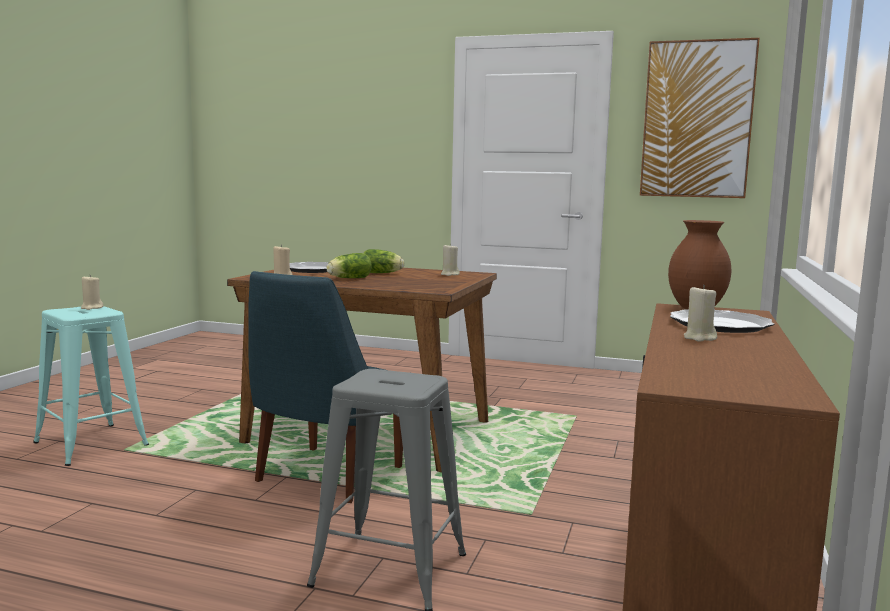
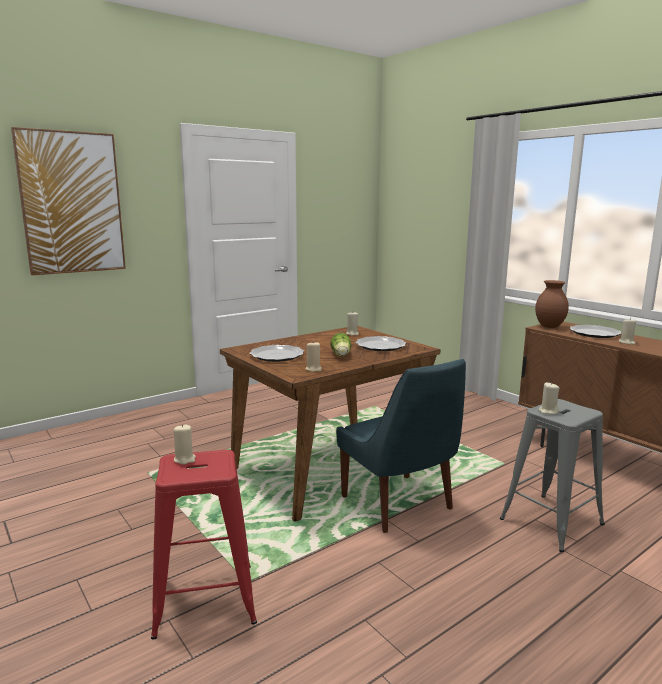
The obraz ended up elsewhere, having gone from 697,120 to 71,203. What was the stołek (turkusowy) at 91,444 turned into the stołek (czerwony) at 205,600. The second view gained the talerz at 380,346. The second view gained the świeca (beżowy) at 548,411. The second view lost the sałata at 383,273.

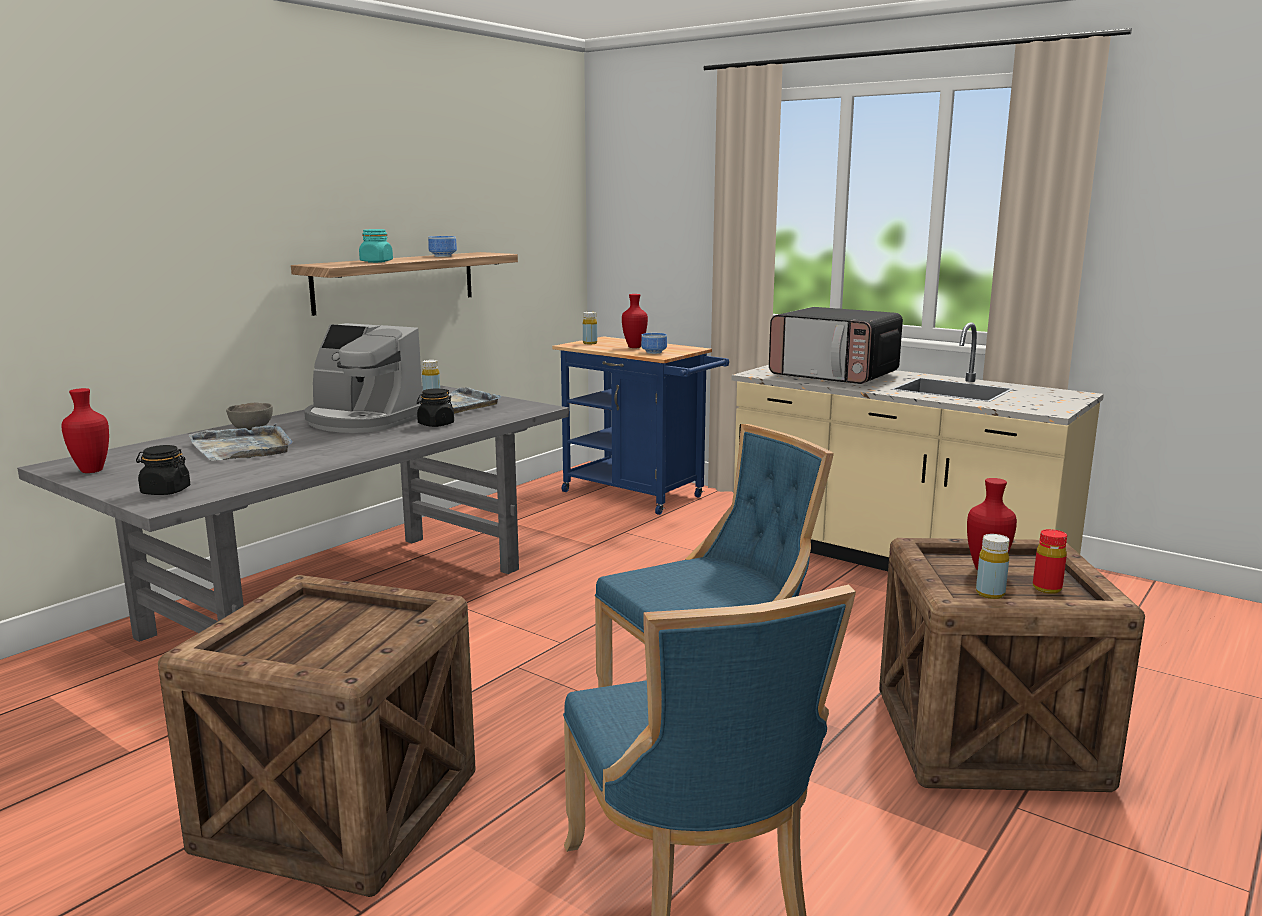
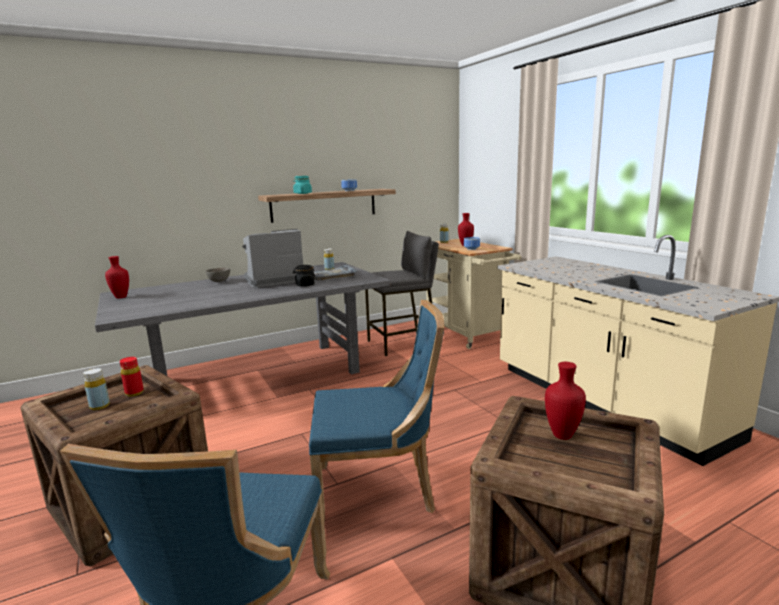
The butelka (żółty) ended up elsewhere, having gone from 990,594 to 100,406. The butelka (czerwony) ended up elsewhere, having gone from 1047,588 to 134,393. The ekspres do kawy at 362,420 ended up facing another way, 105 degrees clockwise from before. The second view gained the stołek (szary) at 402,343. What was the wózek (niebieski) at 640,495 turned into the wózek (beżowy) at 468,335. The second view lost the słoik (czarny) at 165,491. The second view lost the taca (szary) at 243,447. The second view lost the mikrofalówka at 834,375.

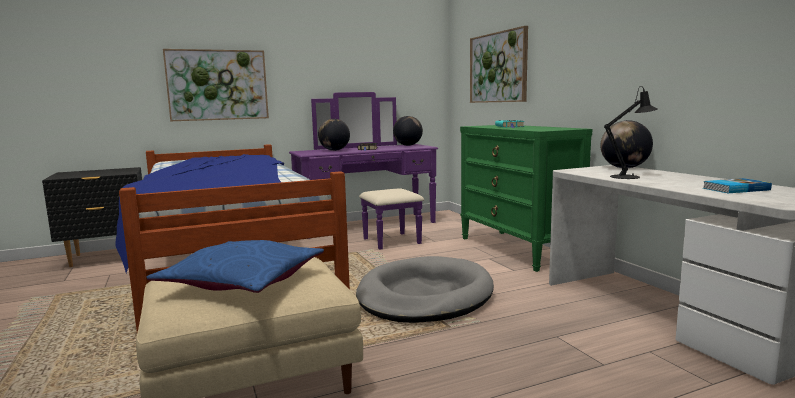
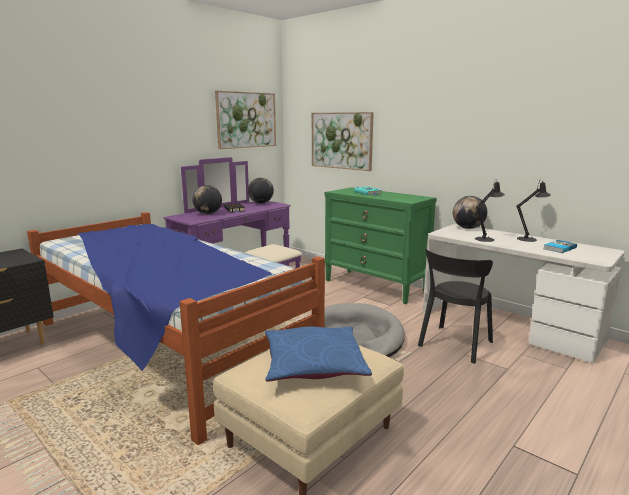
The obraz ended up elsewhere, having gone from 217,85 to 246,120. The second view gained the krzesło (czarny) at 454,345. The second view gained the lampa stołowa (czarny) at 529,239.

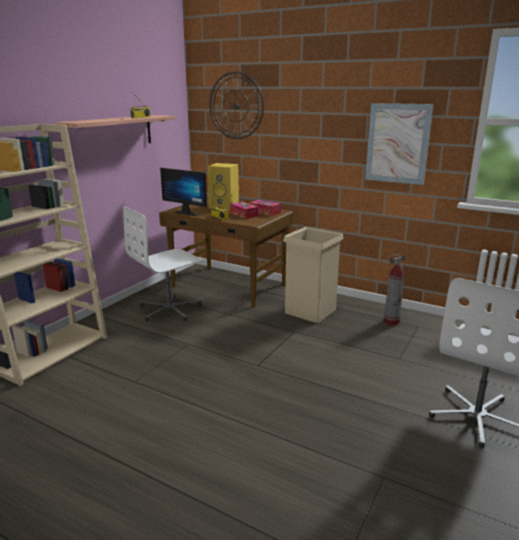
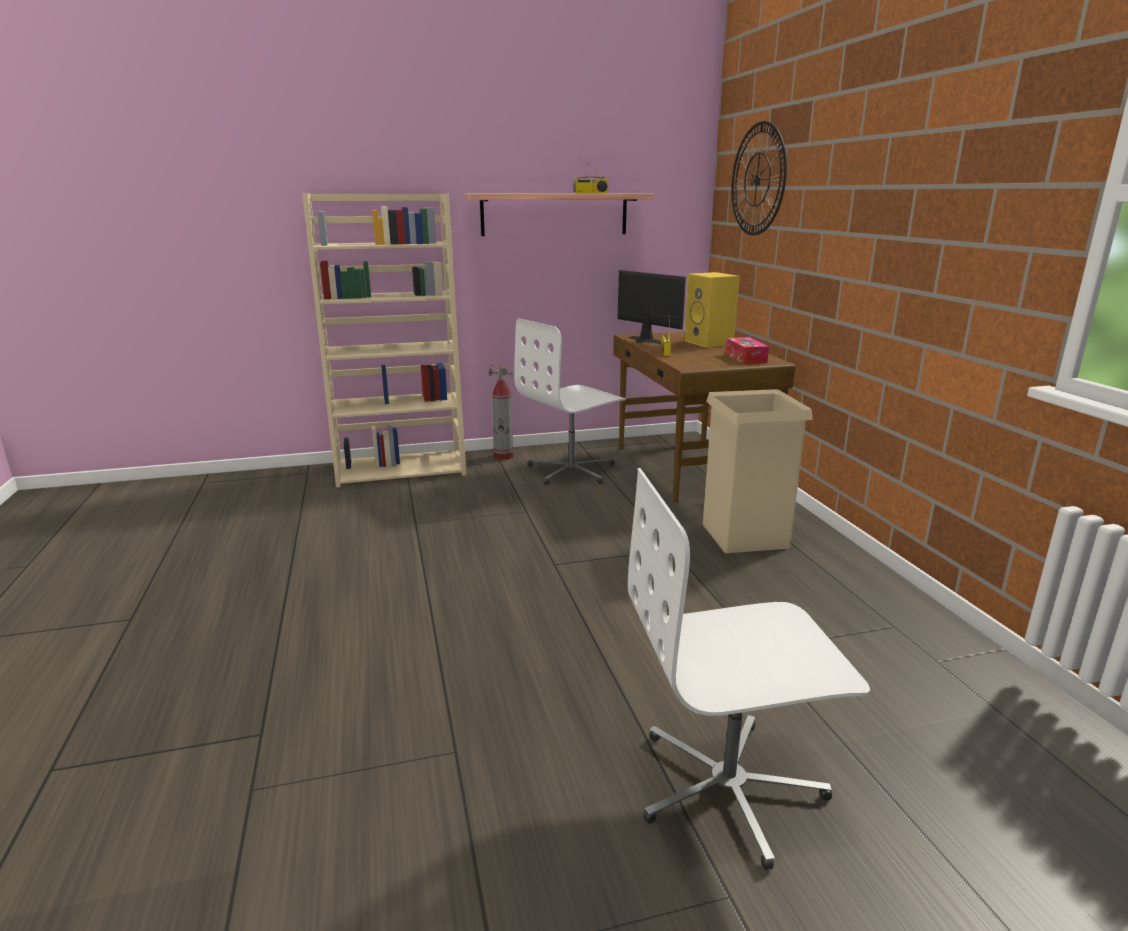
The gaśnica ended up elsewhere, having gone from 391,321 to 503,456. The krzesło biurowe (biały) at 170,309 ended up facing another way, 45 degrees counterclockwise from before. The monitor at 188,213 ended up facing another way, 150 degrees clockwise from before. The second view lost the pudełko chusteczek at 244,214. The second view lost the obraz at 397,143.

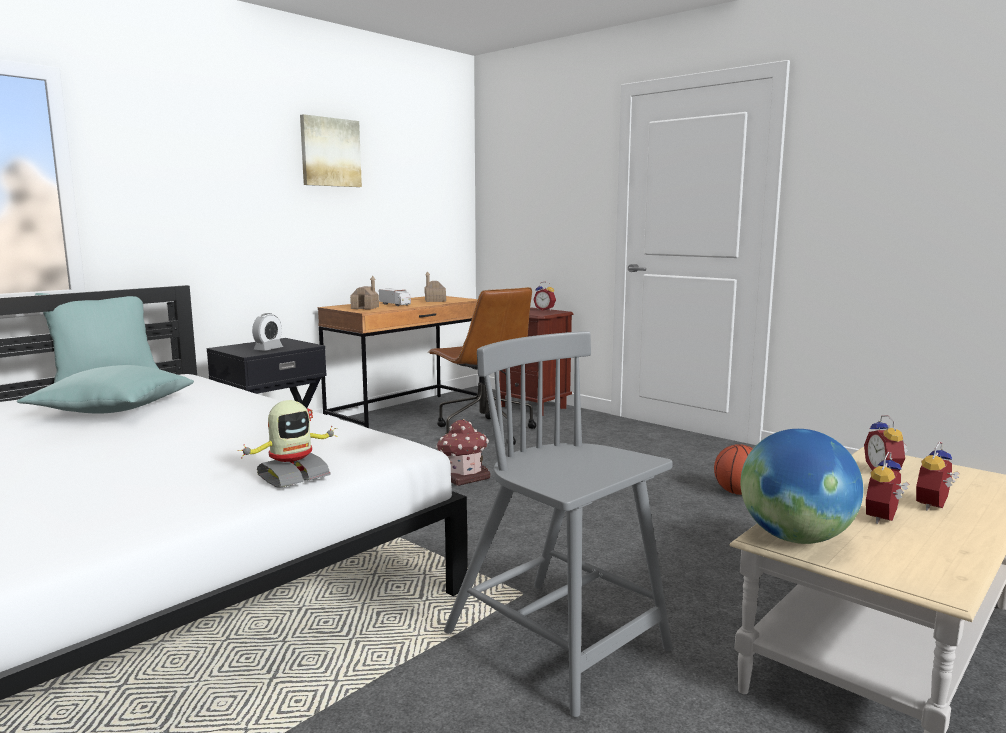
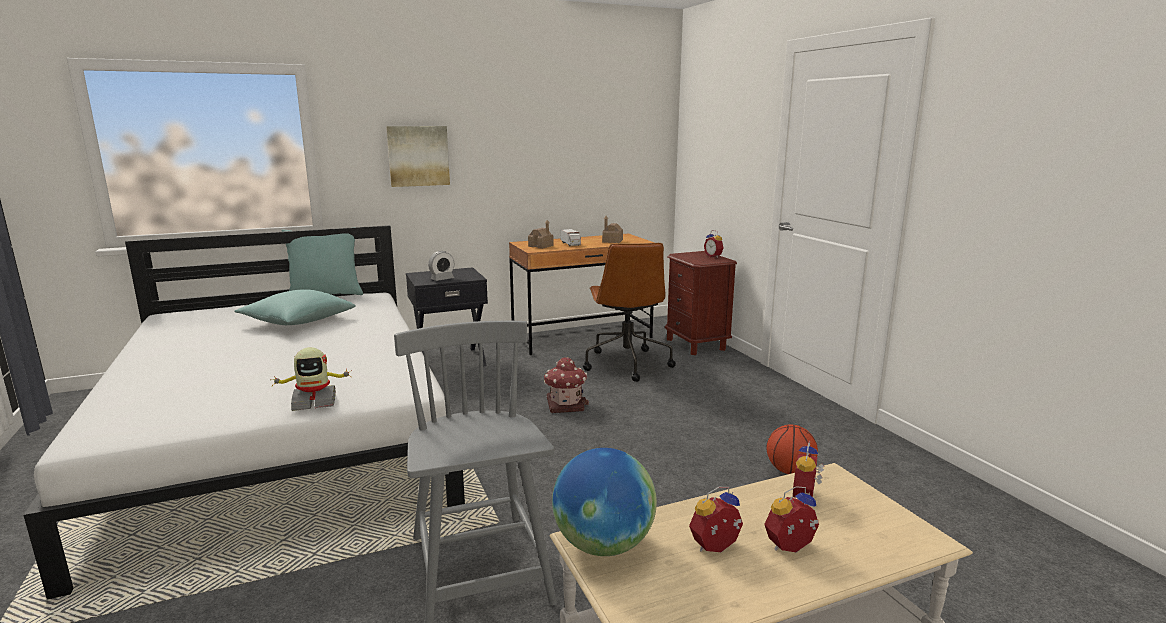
The obraz ended up elsewhere, having gone from 330,152 to 418,156.

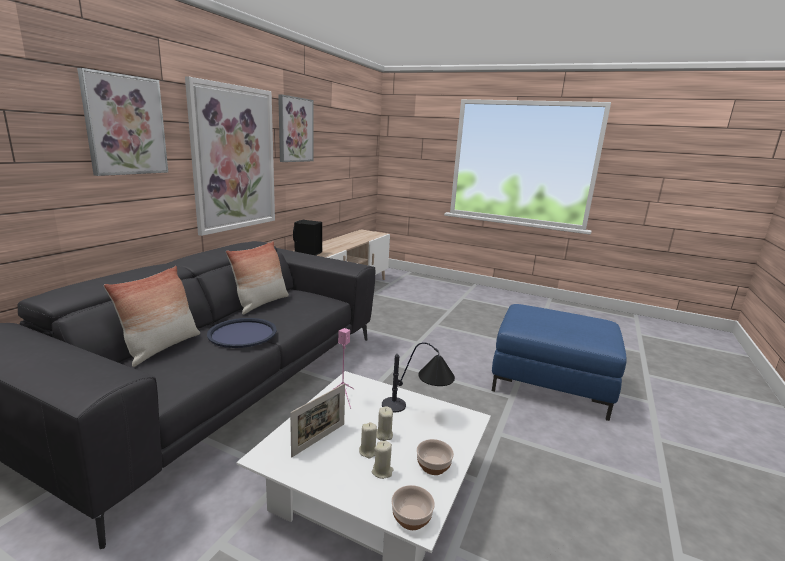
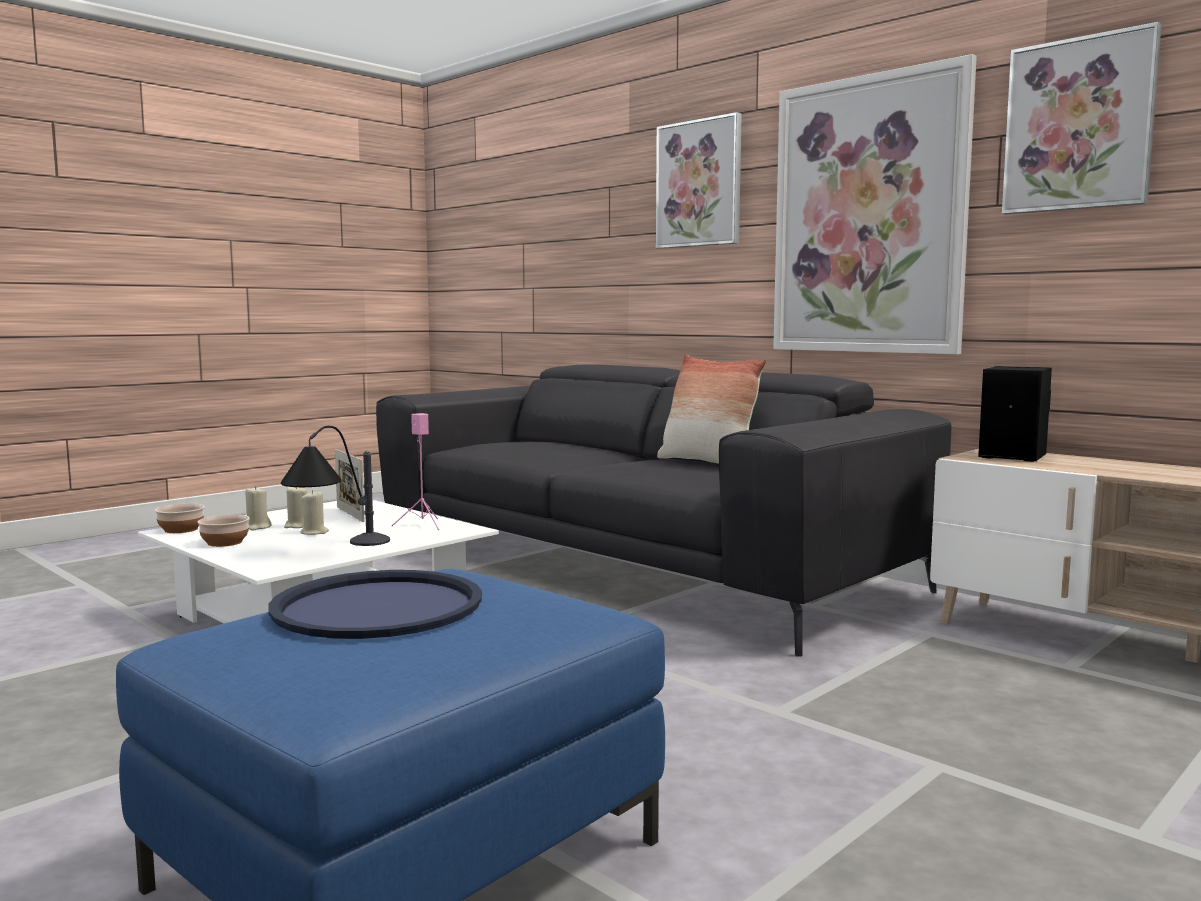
The taca (niebieski) ended up elsewhere, having gone from 242,333 to 377,607. The second view lost the poduszka at 162,347.

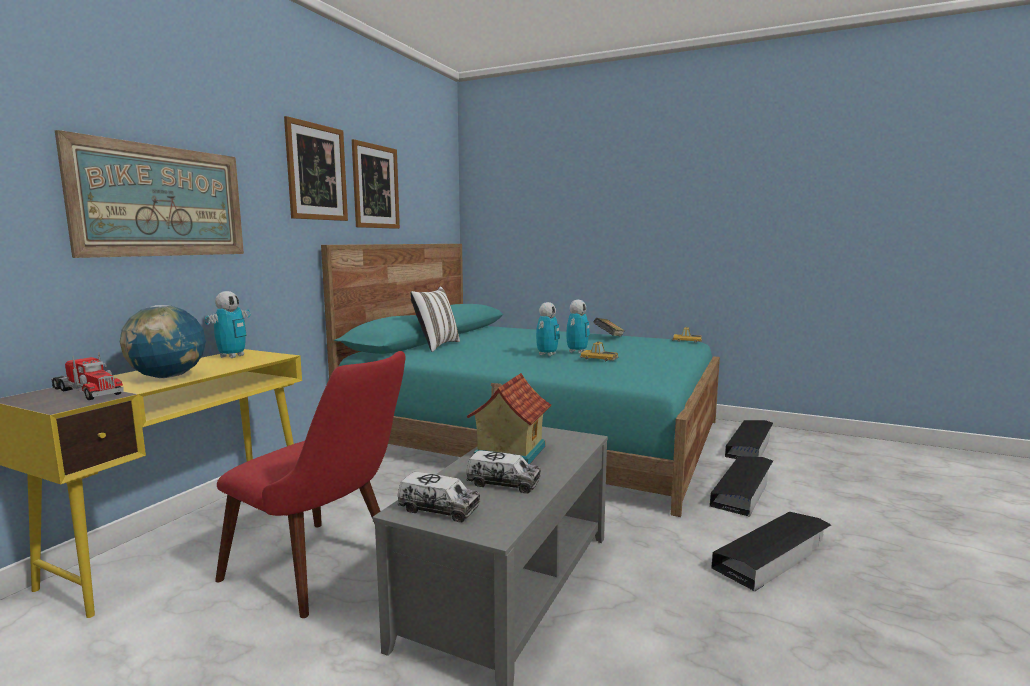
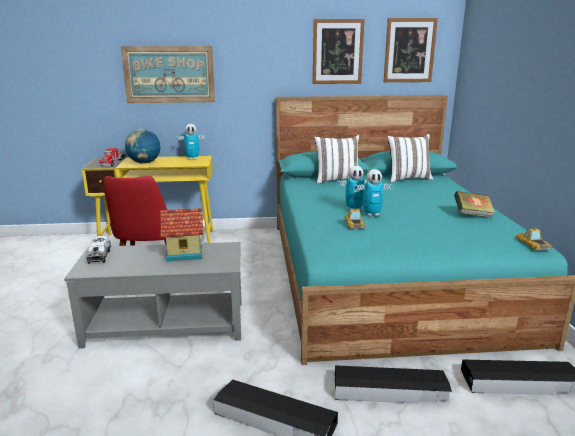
The obraz ended up elsewhere, having gone from 316,172 to 409,50. The second view gained the poduszka (biały) at 407,179. The second view lost the ciężarówka zabawkowa at 503,483.

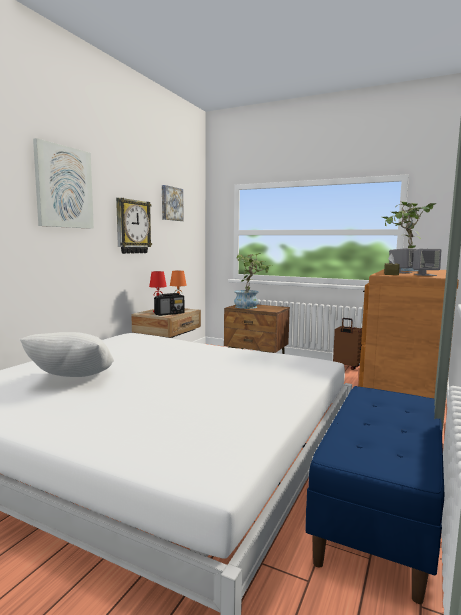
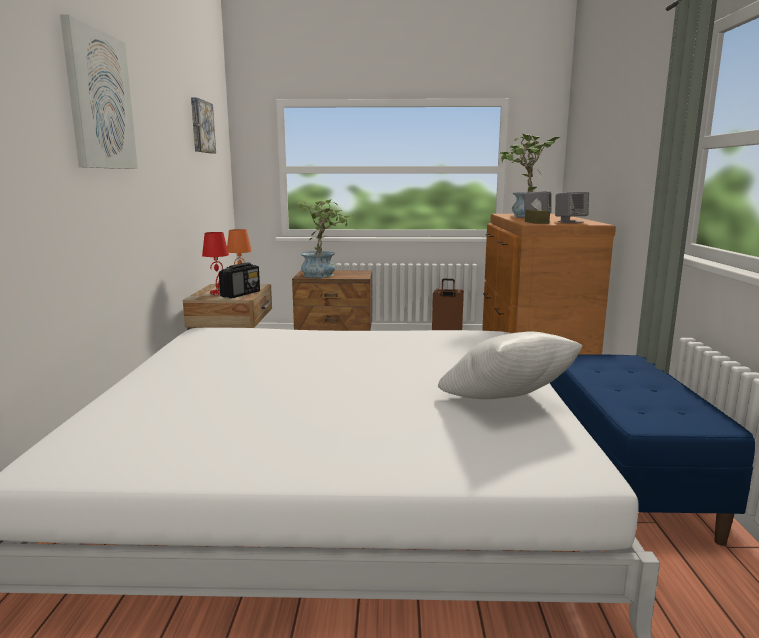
The poduszka (biały) ended up elsewhere, having gone from 72,380 to 507,402. The second view lost the zegar ścienny at 132,227.

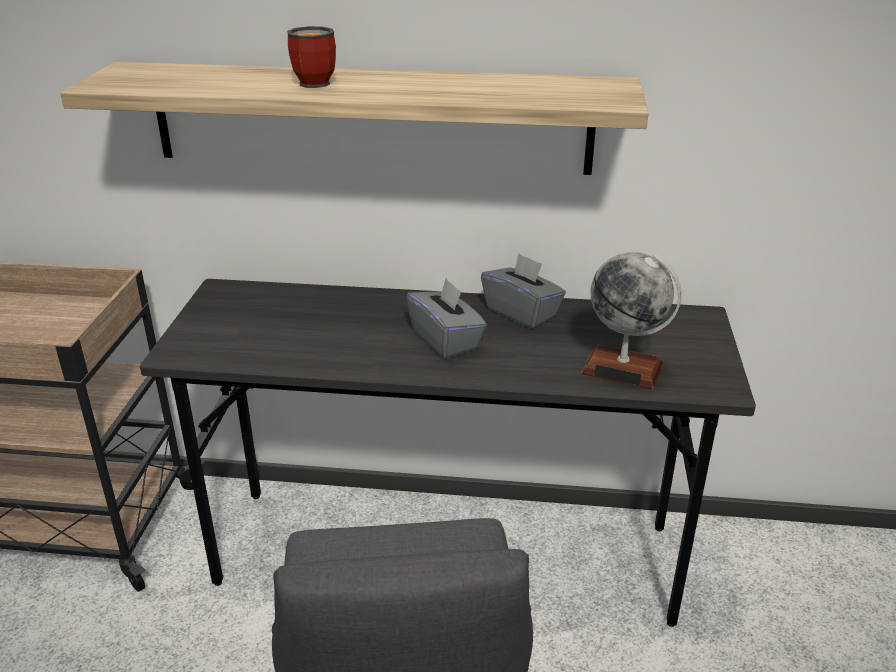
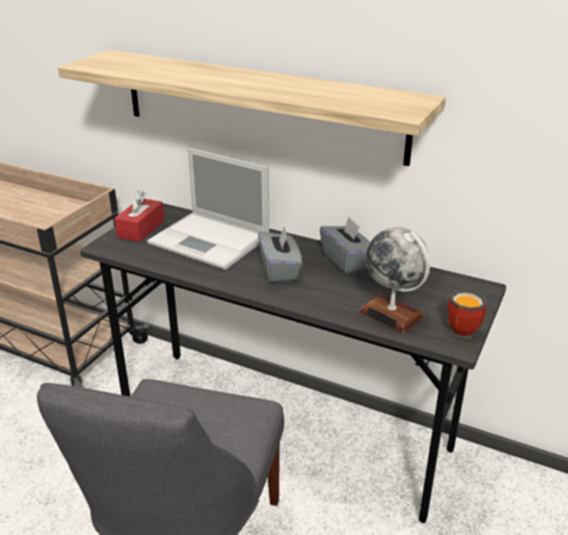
The second view gained the pudełko chusteczek (czerwony) at 141,229. The second view gained the laptop at 211,240. The kubek ended up elsewhere, having gone from 314,82 to 462,327.

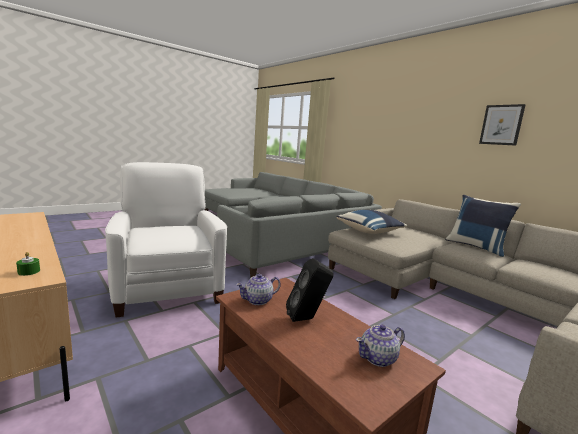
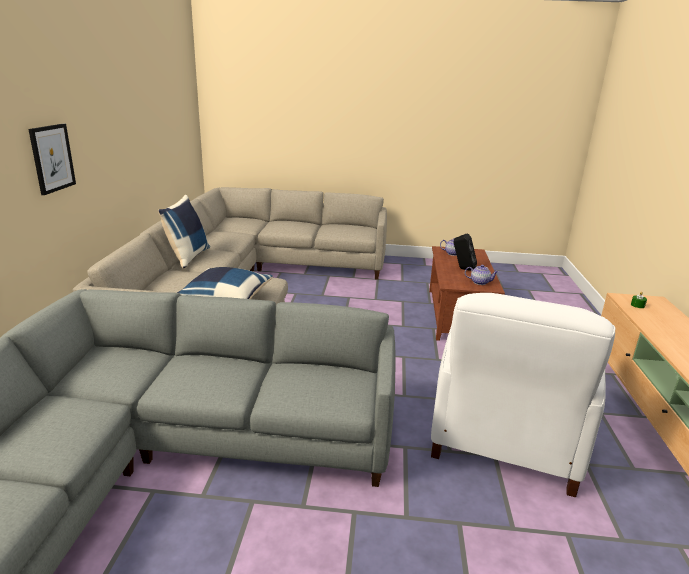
The obraz ended up elsewhere, having gone from 501,125 to 52,158.

